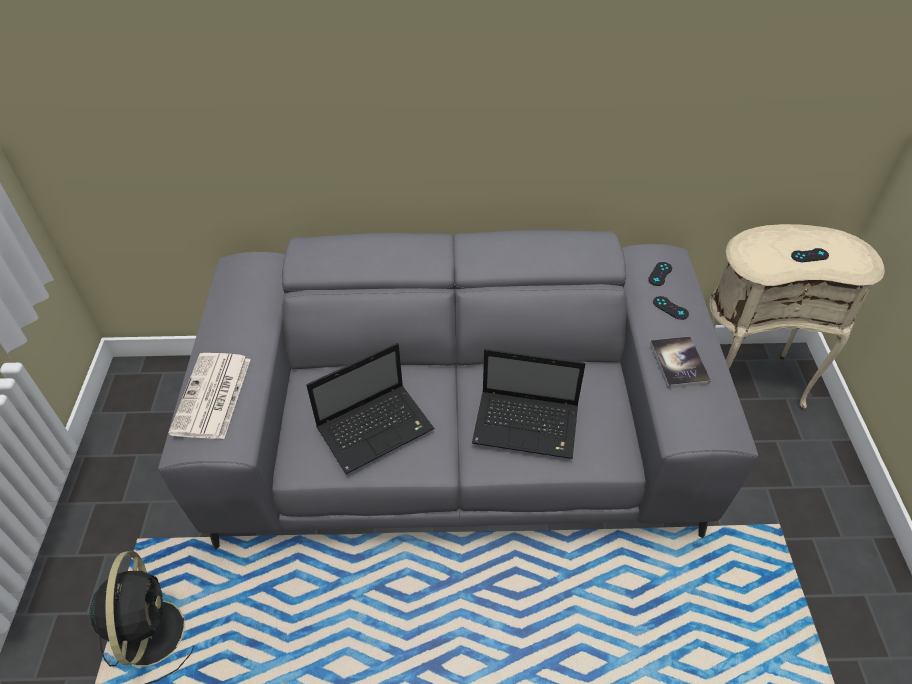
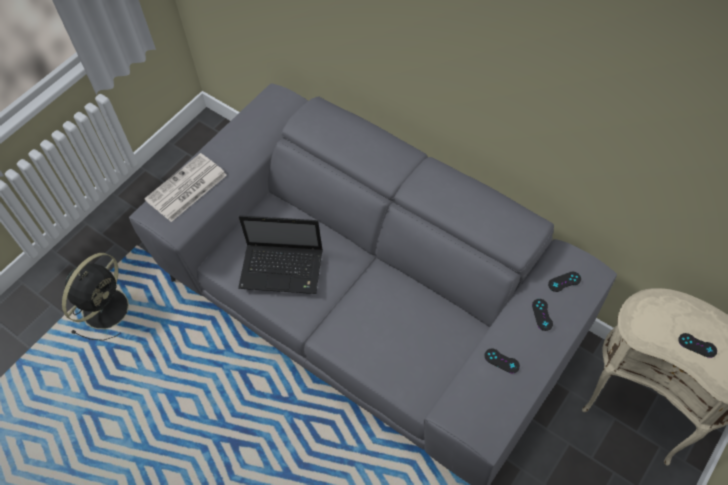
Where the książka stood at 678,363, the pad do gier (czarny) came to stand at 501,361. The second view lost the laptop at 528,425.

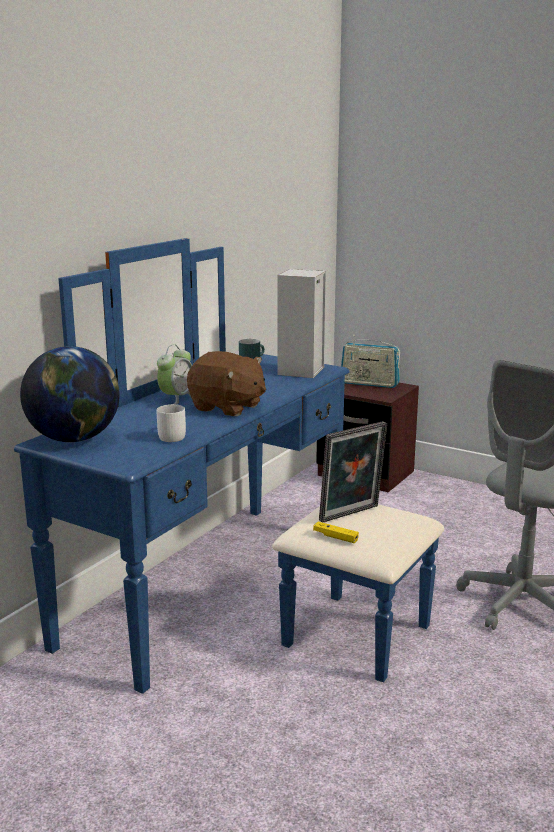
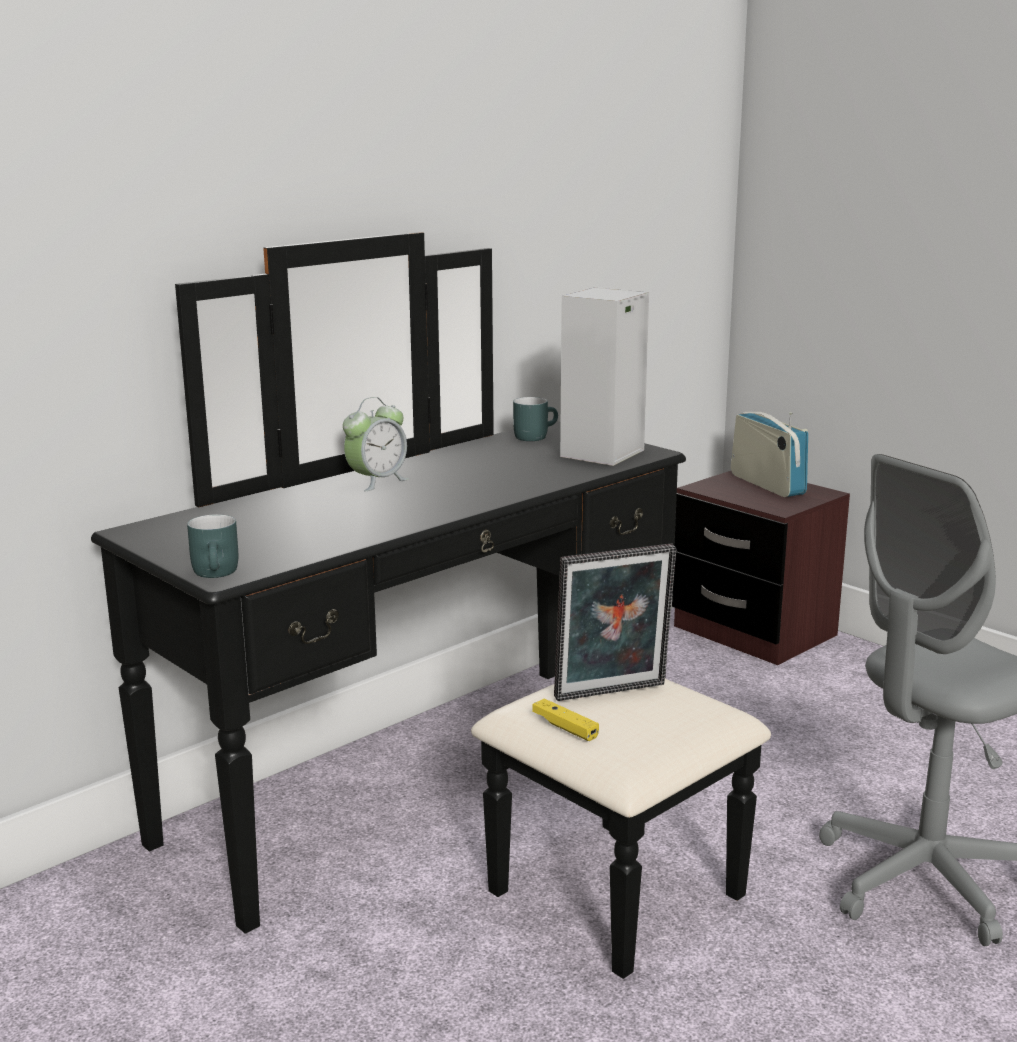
What was the komoda (niebieski) at 242,595 turned into the komoda (czarny) at 465,801. The second view gained the kubek (turkusowy) at 219,573. The radio at 369,384 ended up facing another way, 150 degrees counterclockwise from before. The second view lost the globus at 75,439. The second view lost the kubek (biały) at 170,436. The second view lost the pluszak (brązowy) at 227,407.

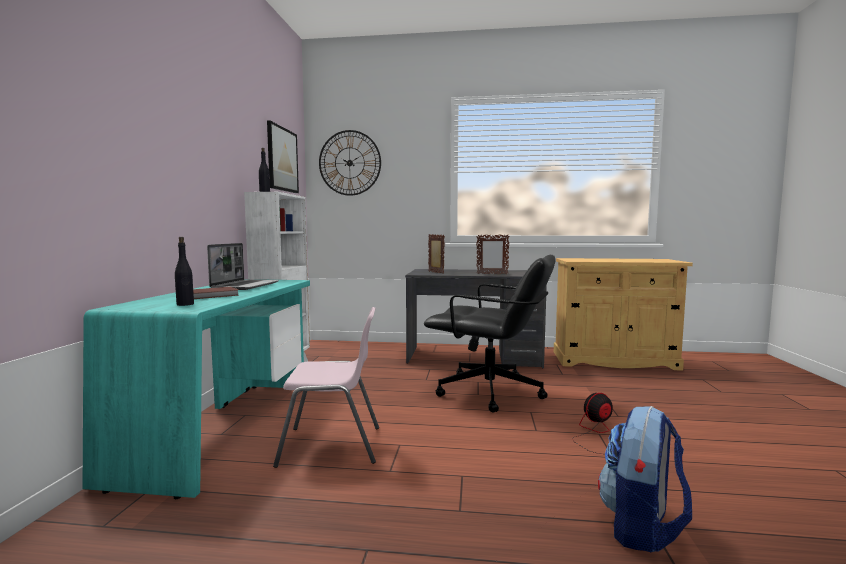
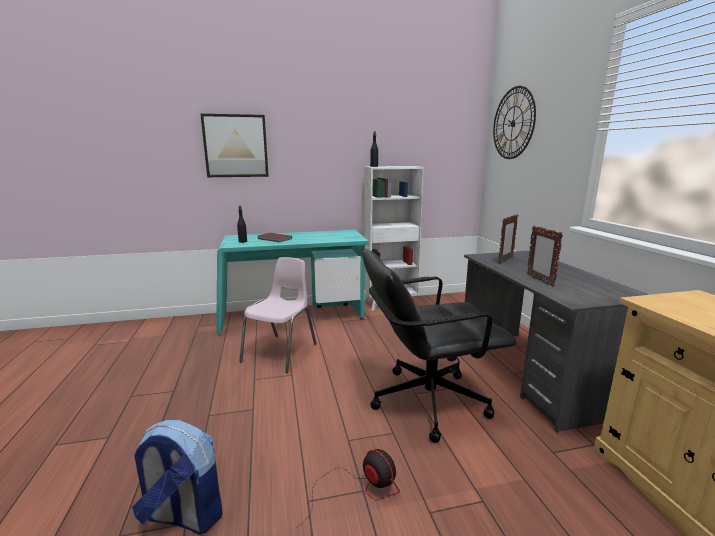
The obraz ended up elsewhere, having gone from 282,159 to 236,146. The krzesło (różowy) at 333,446 ended up facing another way, 135 degrees counterclockwise from before. The krzesło biurowe (czarny) at 491,392 ended up facing another way, 75 degrees clockwise from before. The second view lost the laptop at 245,286.

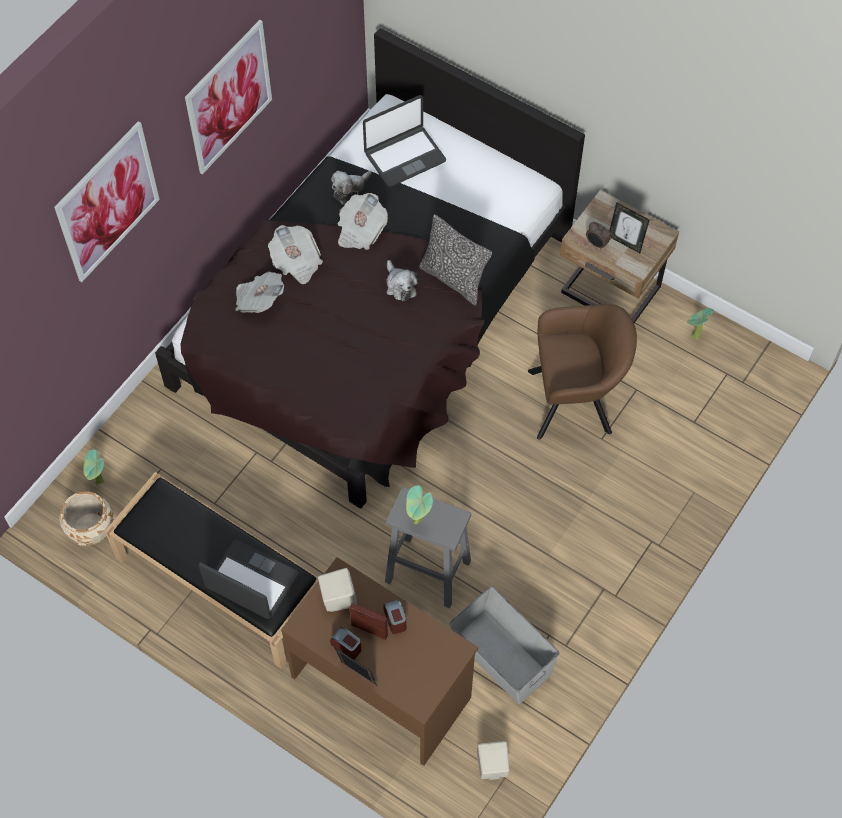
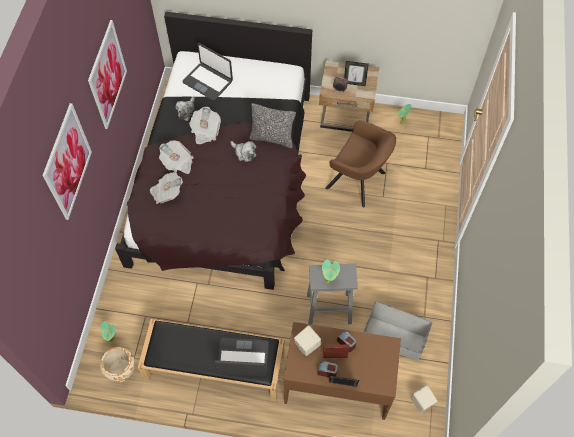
The laptop at 404,156 ended up facing another way, 90 degrees clockwise from before. The fotel (brązowy) at 575,401 ended up facing another way, 60 degrees clockwise from before.

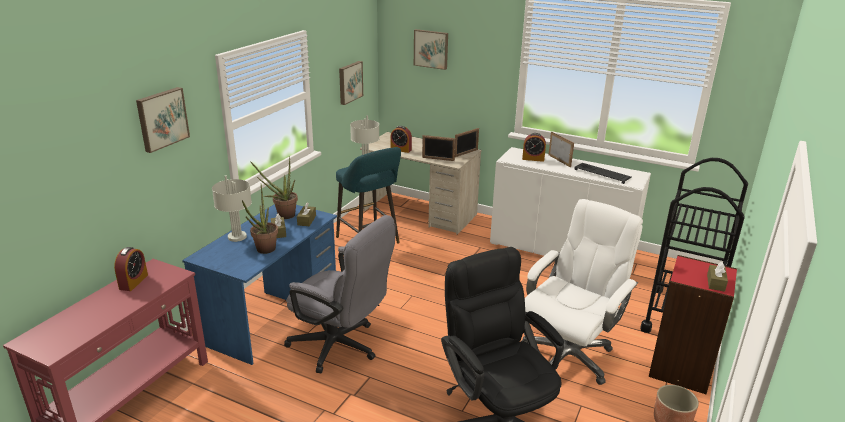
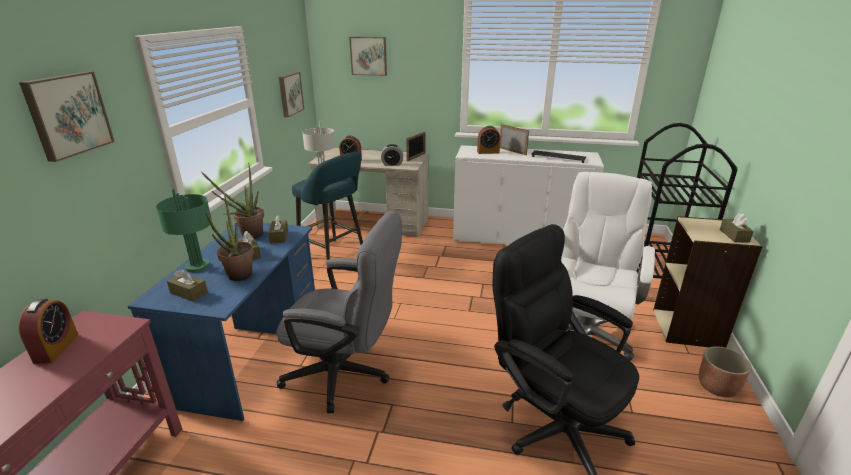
What was the lampa stołowa (szary) at 237,236 turned into the lampa stołowa (zielony) at 198,266. The second view gained the pudełko chusteczek (brązowy) at 189,293. Where the ramka na zdjęcie stood at 438,159, the budzik came to stand at 392,164. What was the regał (czerwony) at 681,369 turned into the regał (beżowy) at 688,328.

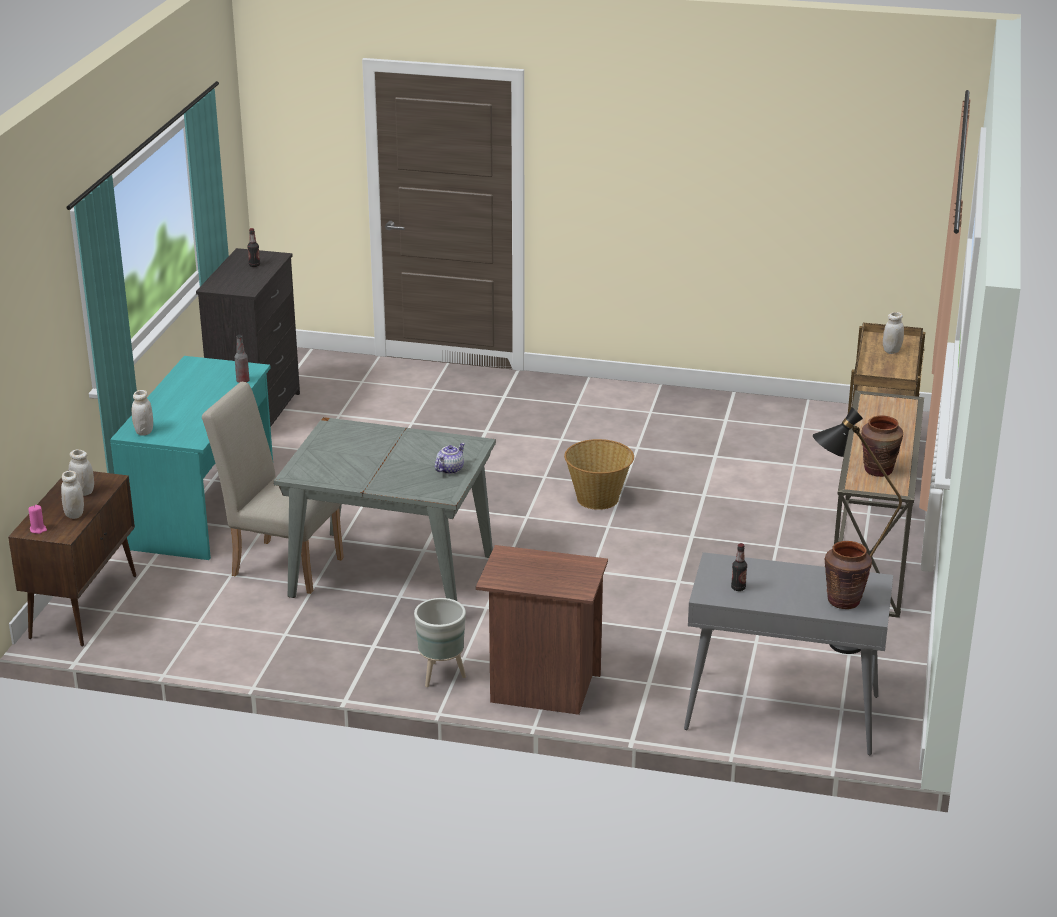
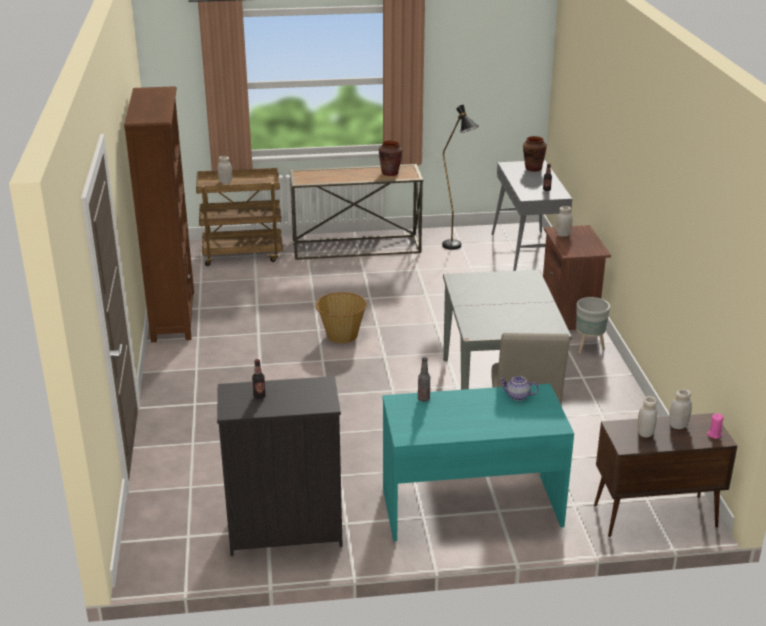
The second view gained the regał (brązowy) at 173,315. The imbryk ended up elsewhere, having gone from 449,469 to 517,396. The słoik (biały) ended up elsewhere, having gone from 144,432 to 563,235.

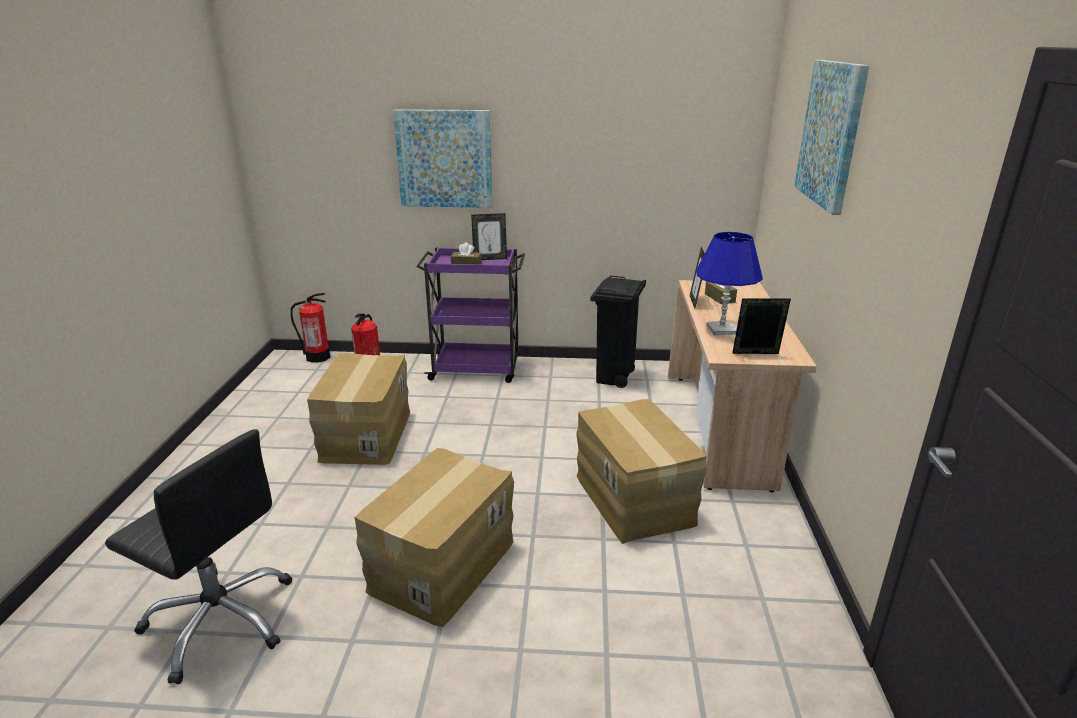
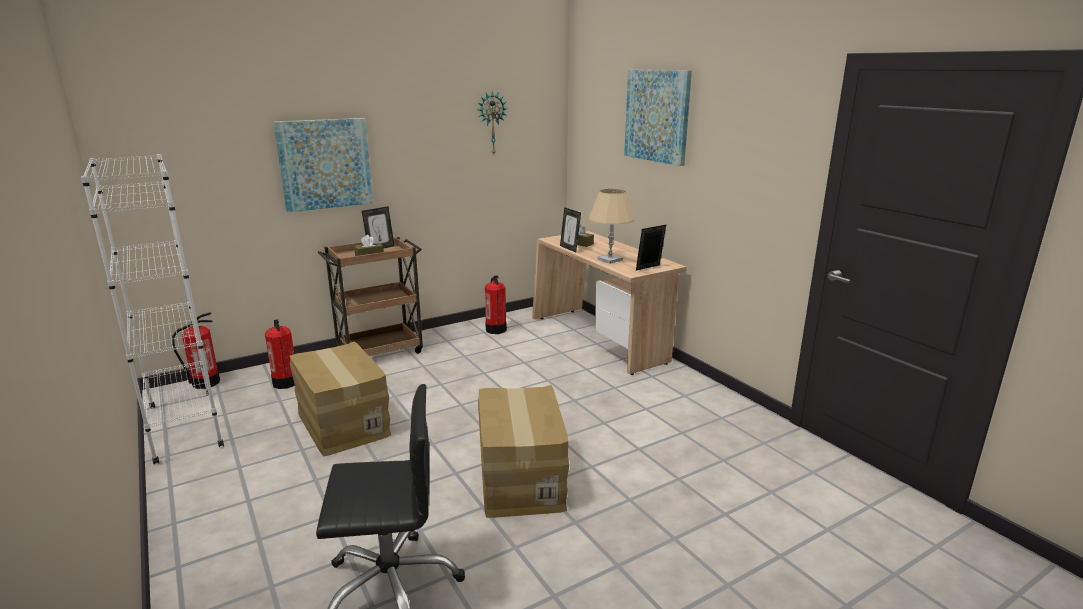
The second view gained the regał (biały) at 184,426. What was the wózek (fioletowy) at 477,369 turned into the wózek (brązowy) at 380,351. The second view gained the zegar ścienny at 491,123. Where the kosz na śmieci (czarny) stood at 614,379, the gaśnica came to stand at 496,329. What was the lampa stołowa (niebieski) at 722,329 turned into the lampa stołowa (beżowy) at 610,260. The second view lost the karton at 635,499.

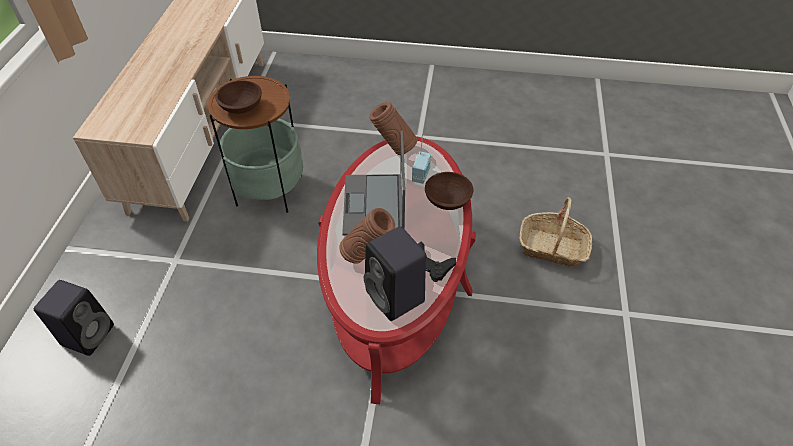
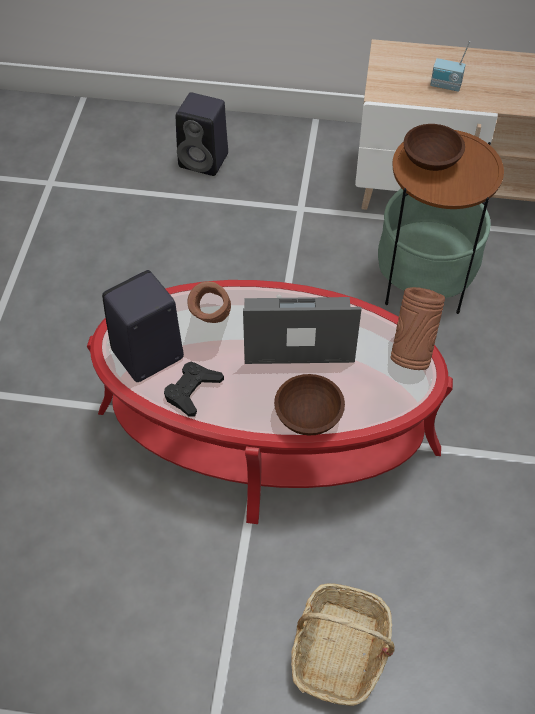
The radio ended up elsewhere, having gone from 422,175 to 445,86.

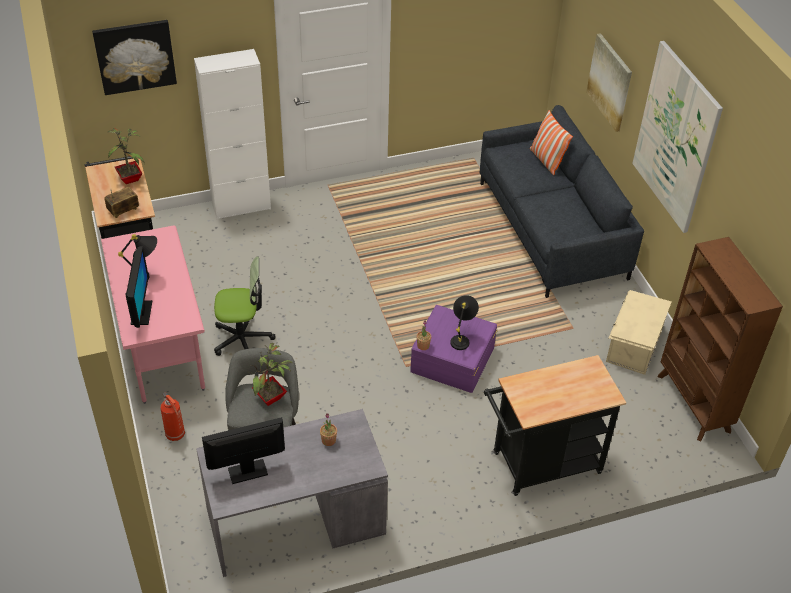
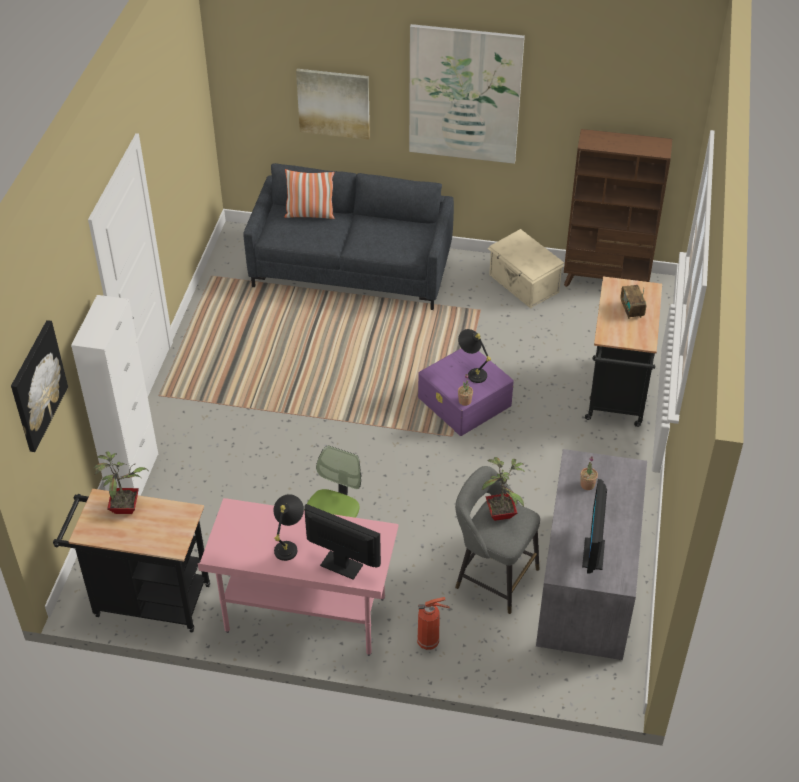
The radio ended up elsewhere, having gone from 123,210 to 631,310.

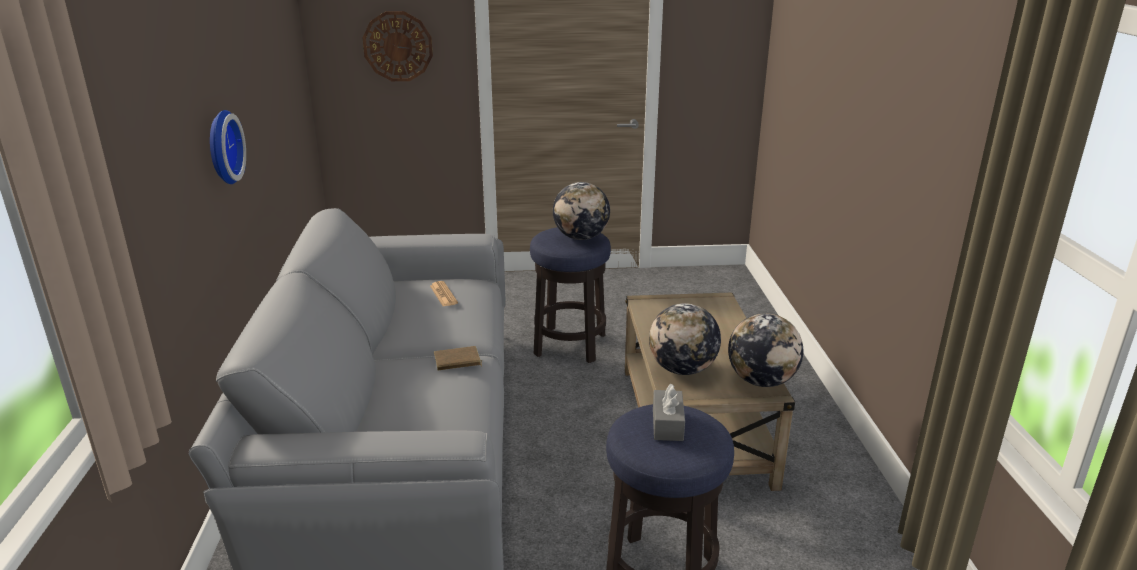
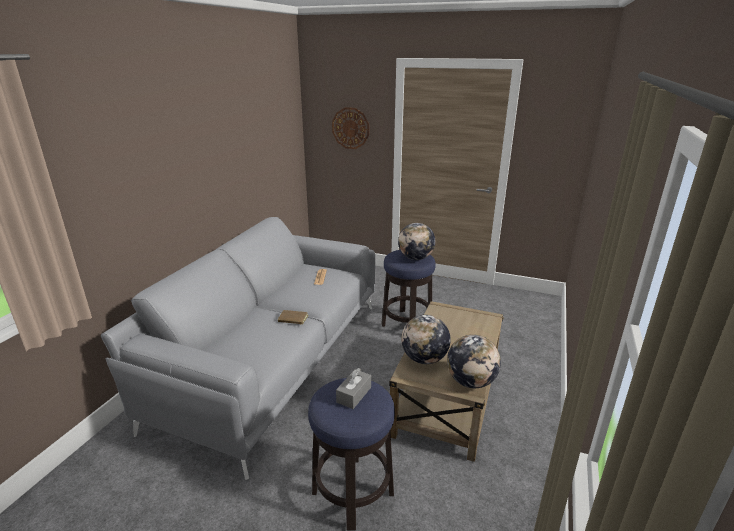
The second view lost the zegar ścienny at 221,147.

